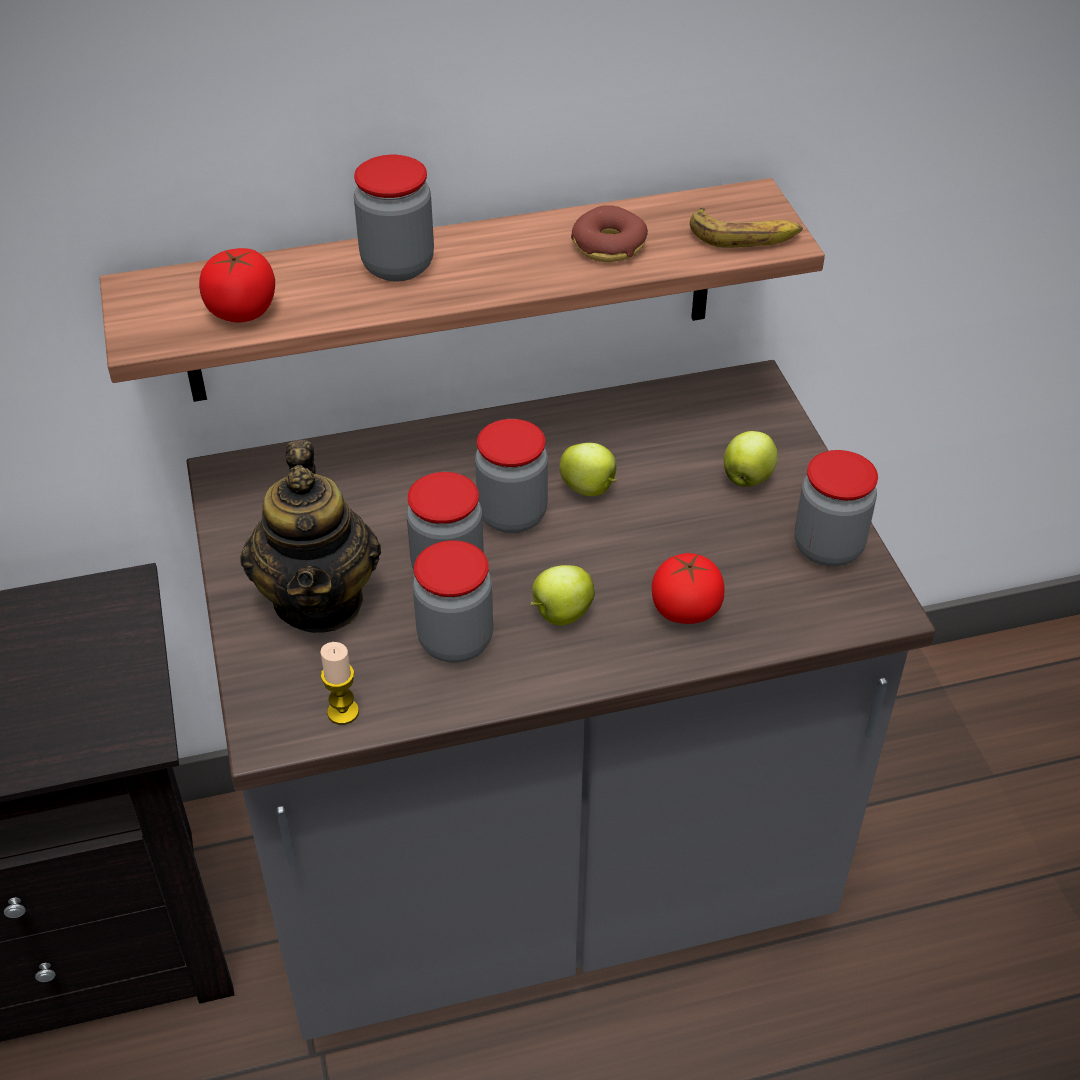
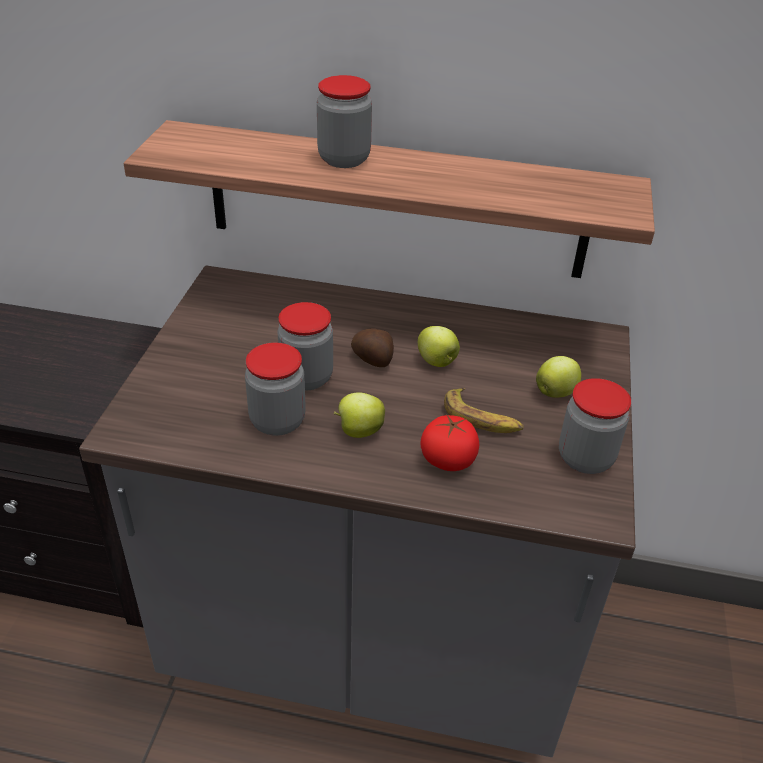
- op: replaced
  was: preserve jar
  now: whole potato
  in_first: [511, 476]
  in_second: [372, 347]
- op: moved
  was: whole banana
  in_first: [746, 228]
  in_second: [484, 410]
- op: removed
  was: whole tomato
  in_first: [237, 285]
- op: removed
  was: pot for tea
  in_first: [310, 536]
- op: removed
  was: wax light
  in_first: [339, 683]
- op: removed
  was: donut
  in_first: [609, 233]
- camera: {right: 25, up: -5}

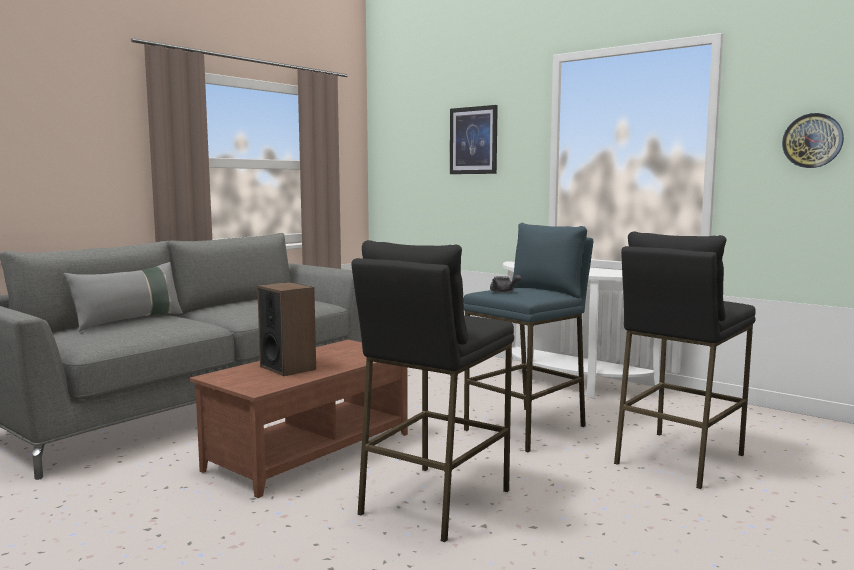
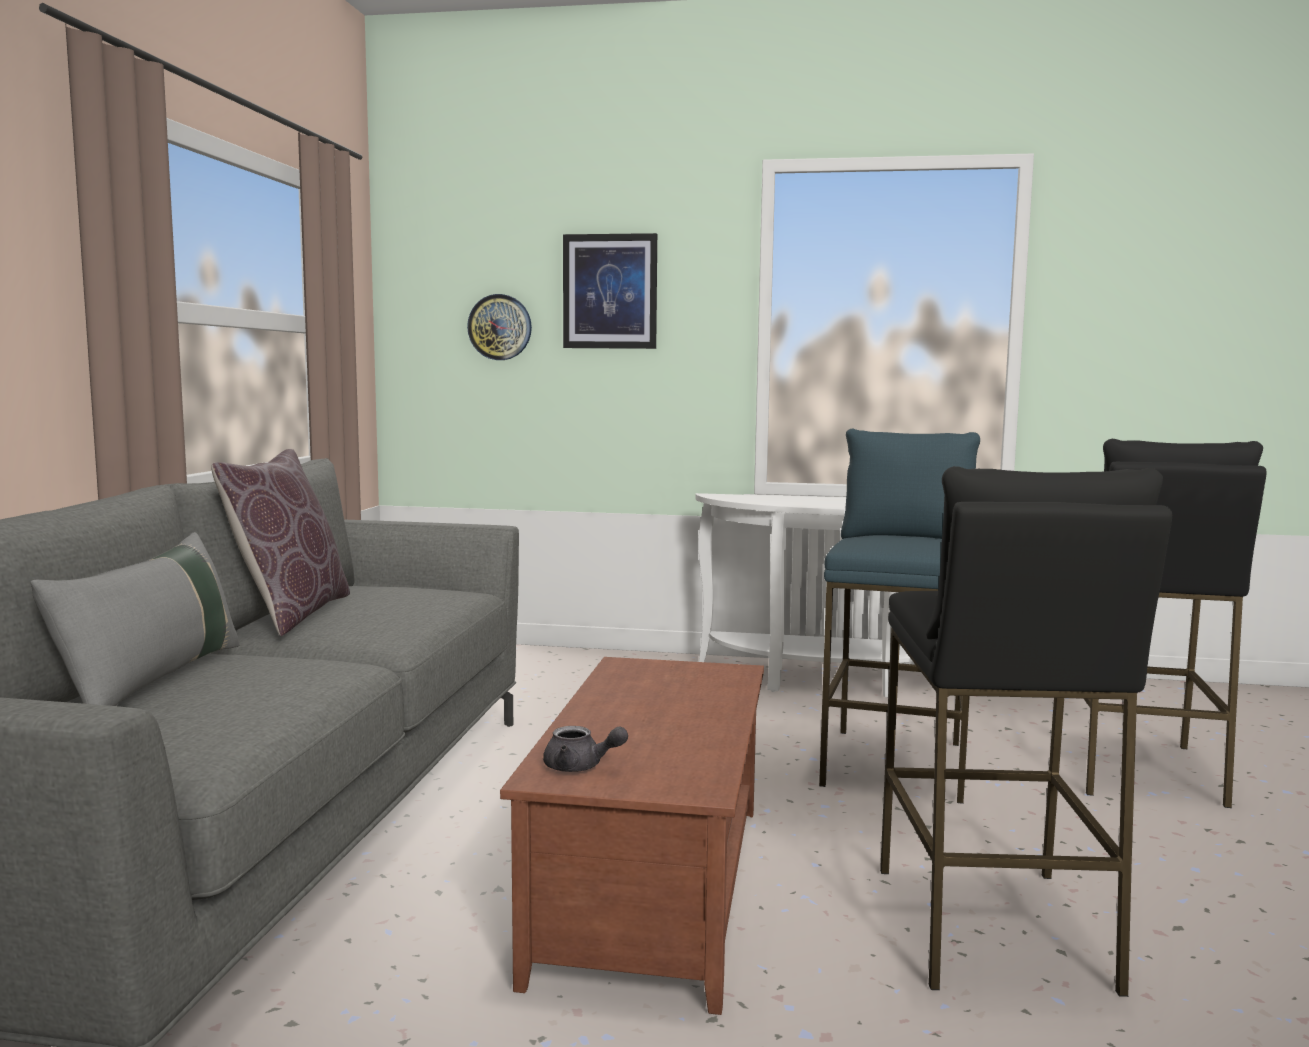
- op: added
  now: cushion (brownish)
  in_second: [280, 542]
- op: moved
  was: clock on the wall
  in_first: [813, 140]
  in_second: [499, 327]
- op: moved
  was: pot for tea (grey)
  in_first: [506, 284]
  in_second: [585, 749]
- op: removed
  was: audio speaker
  in_first: [286, 329]
- camera: {right: -30, up: 0}

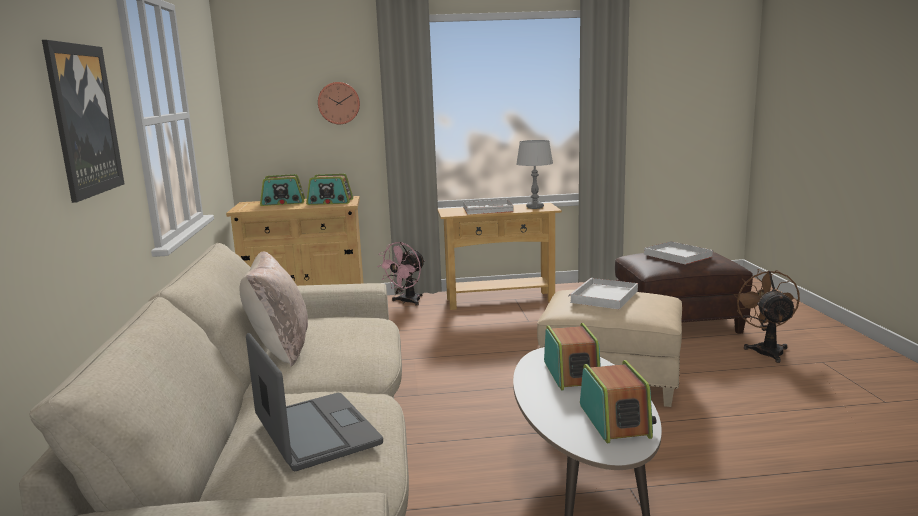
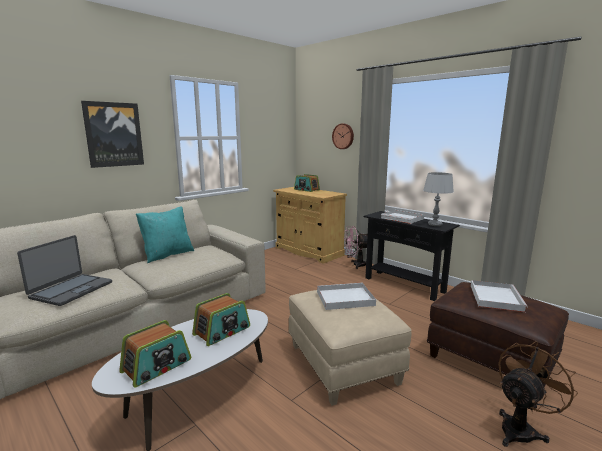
- op: recoloured
  was: cushion (beige-coloured)
  now: cushion (turquoise-coloured)
  in_first: [274, 309]
  in_second: [165, 234]
- op: recoloured
  was: narrow table (beige-coloured)
  now: narrow table (black)
  in_first: [499, 256]
  in_second: [412, 256]
- op: removed
  was: radio set
  in_first: [329, 189]
- camera: {right: 50, up: 0}

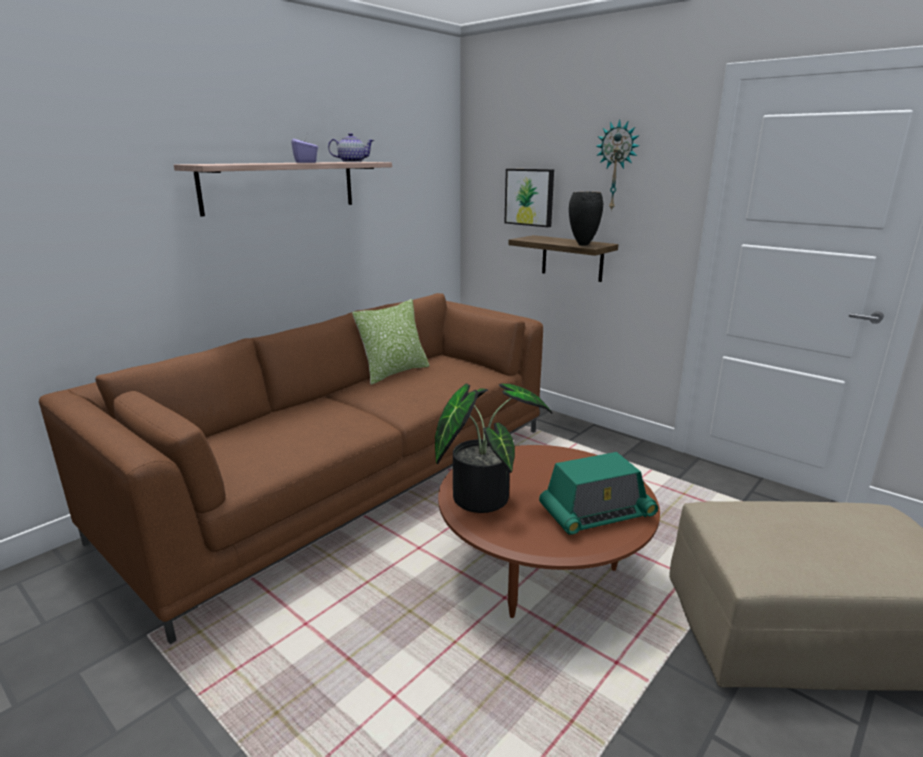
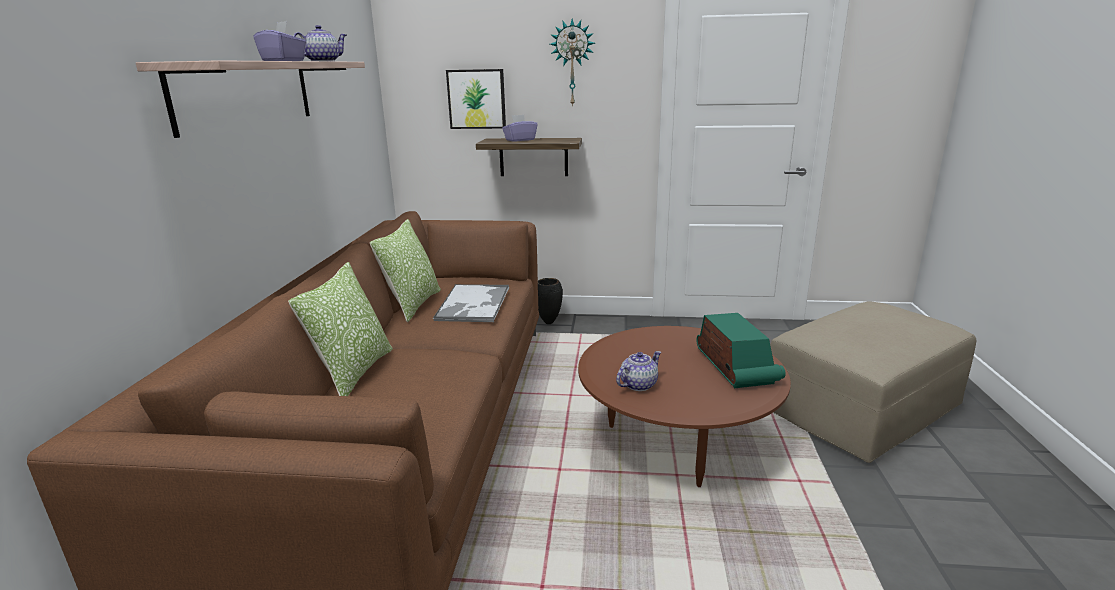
- op: added
  now: cushion
  in_second: [340, 329]
- op: added
  now: serving tray
  in_second: [471, 303]
- op: added
  now: box of tissues (purple)
  in_second: [520, 127]
- op: moved
  was: flower vase (black)
  in_first: [586, 219]
  in_second: [550, 301]
- op: replaced
  was: houseplant
  now: pot for tea
  in_first: [493, 448]
  in_second: [638, 371]
- op: turned
  was: radio set
  in_first: [598, 493]
  in_second: [741, 350]
  clockwise: -45
- camera: {right: -35, up: 0}

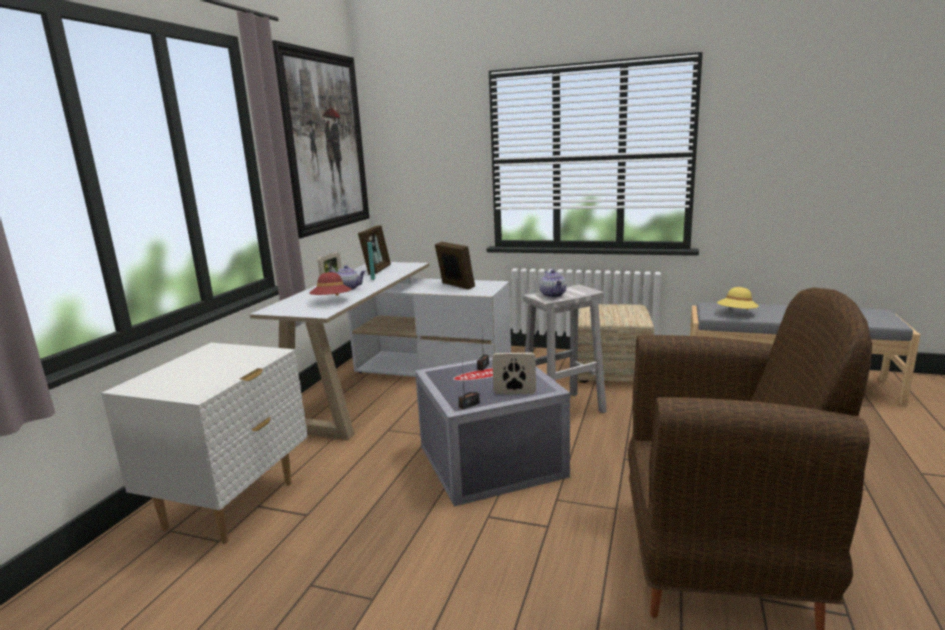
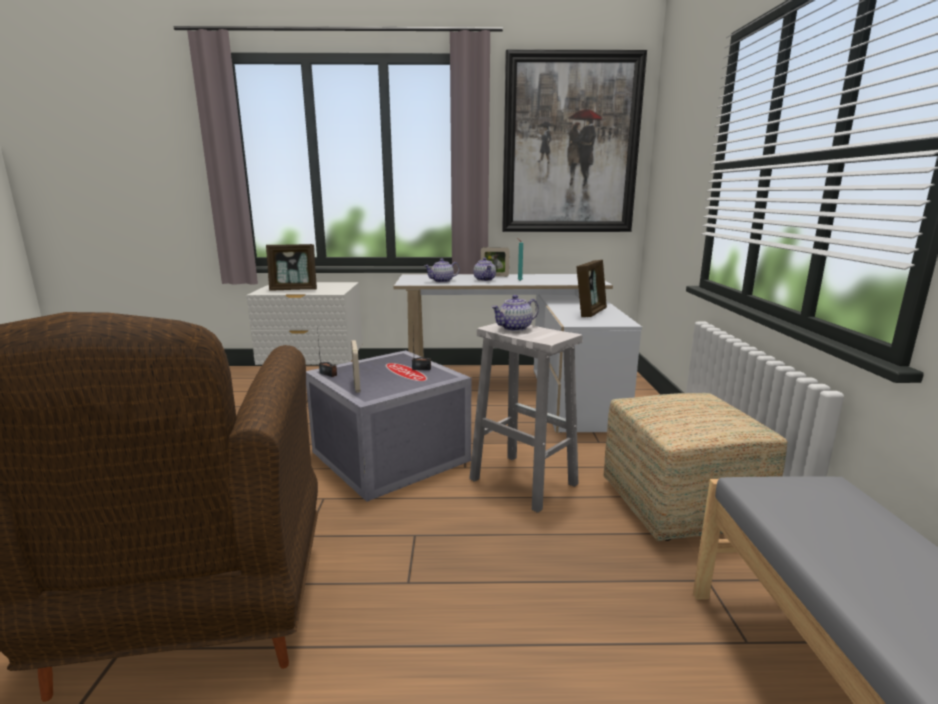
- op: moved
  was: picture frame
  in_first: [374, 250]
  in_second: [291, 267]
- op: replaced
  was: clothing hat (red)
  now: pot for tea
  in_first: [330, 284]
  in_second: [442, 270]
- op: removed
  was: clothing hat (yellowish)
  in_first: [738, 298]
- camera: {right: 70, up: 0}

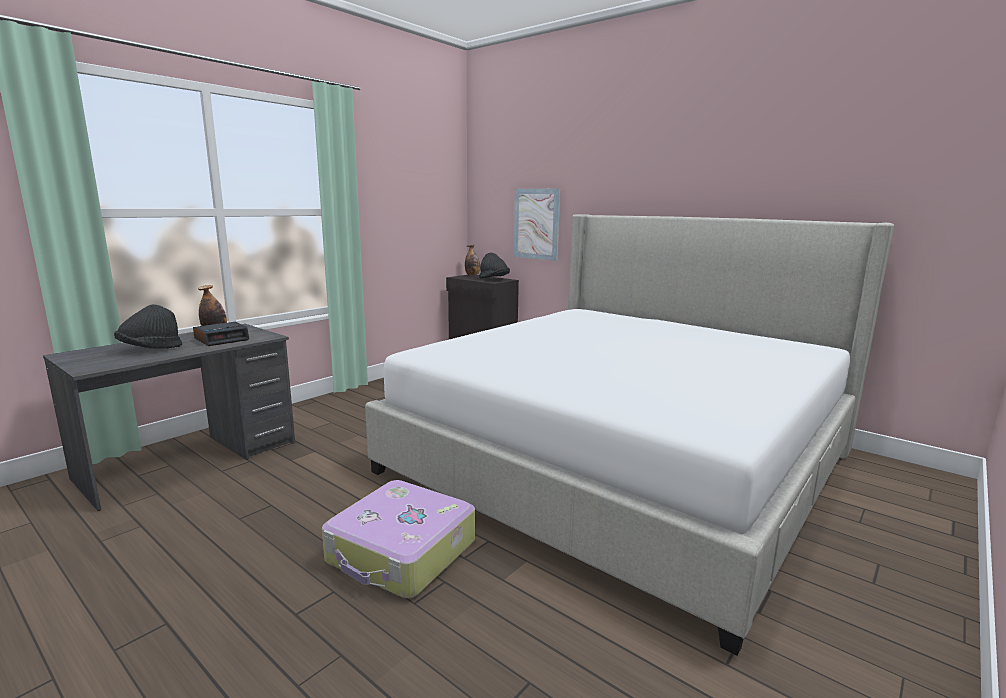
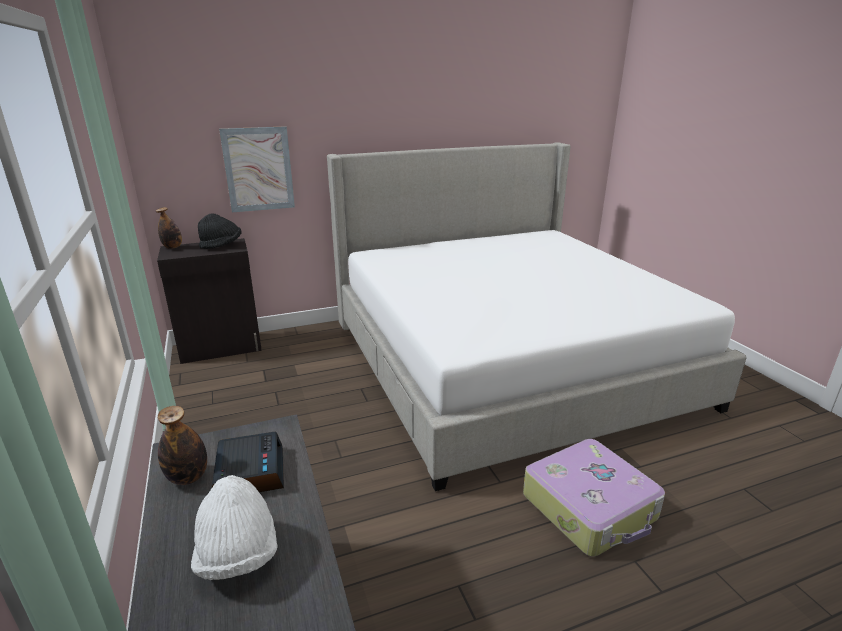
- op: recoloured
  was: clothing hat (black)
  now: clothing hat (whitish)
  in_first: [148, 326]
  in_second: [234, 527]
- camera: {right: -60, up: 10}

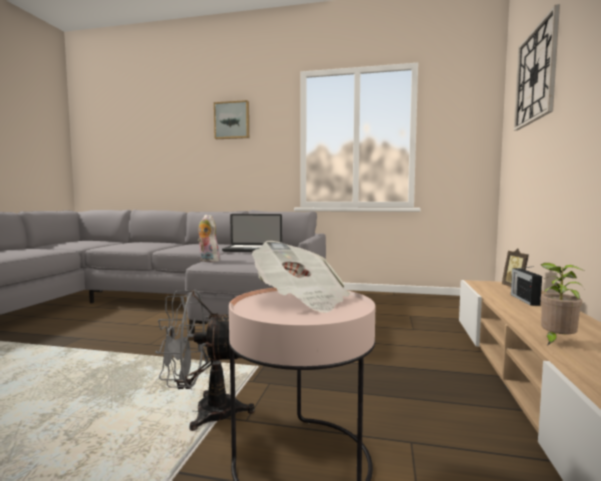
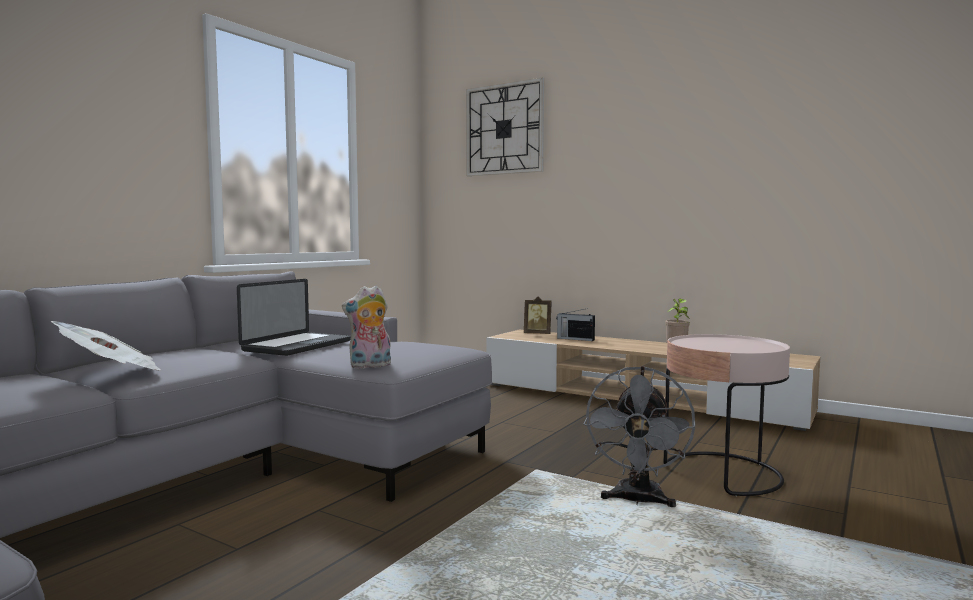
- op: moved
  was: printed paper
  in_first: [301, 277]
  in_second: [106, 346]
- op: removed
  was: wall picture
  in_first: [231, 119]
- camera: {right: -70, up: 0}

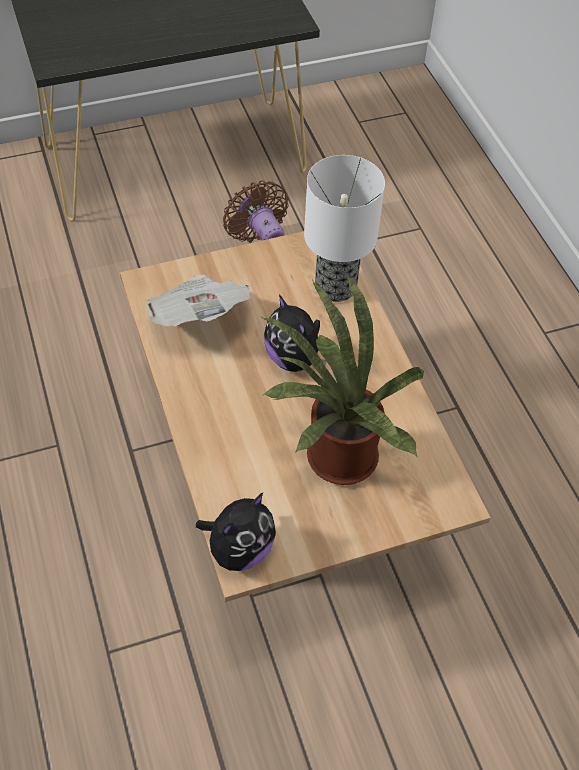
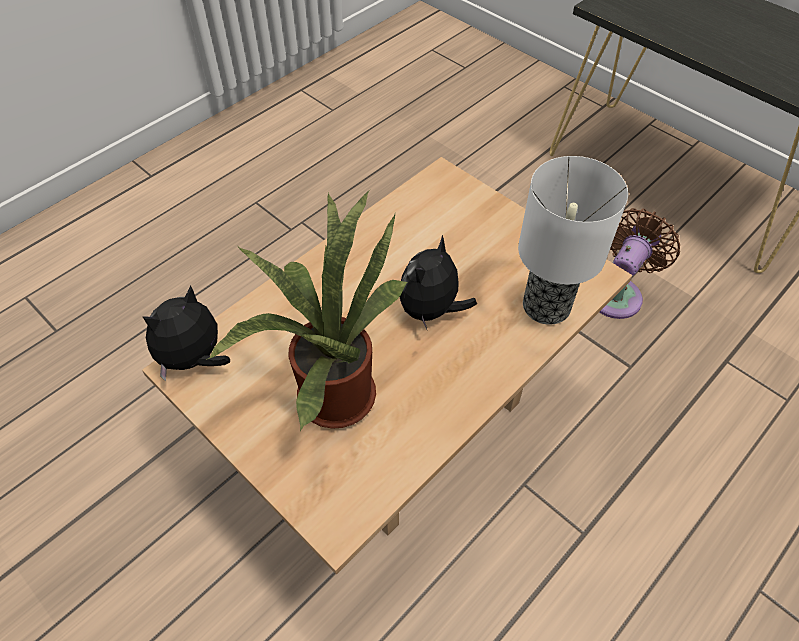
- op: turned
  was: cuddly toy
  in_first: [236, 532]
  in_second: [186, 333]
  clockwise: 120
- op: removed
  was: printed paper
  in_first: [198, 300]
- camera: {right: 65, up: 0}

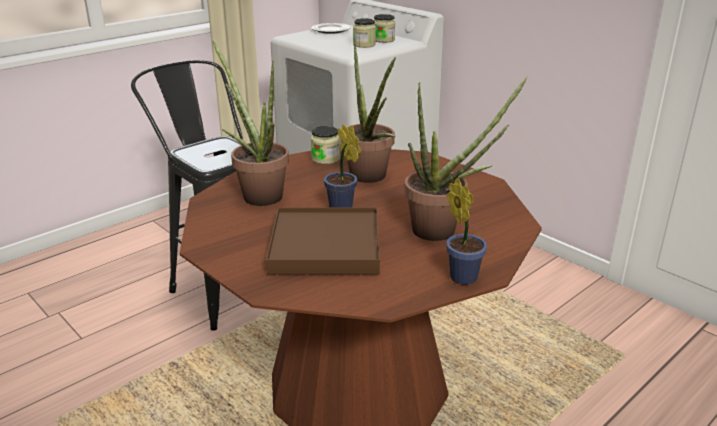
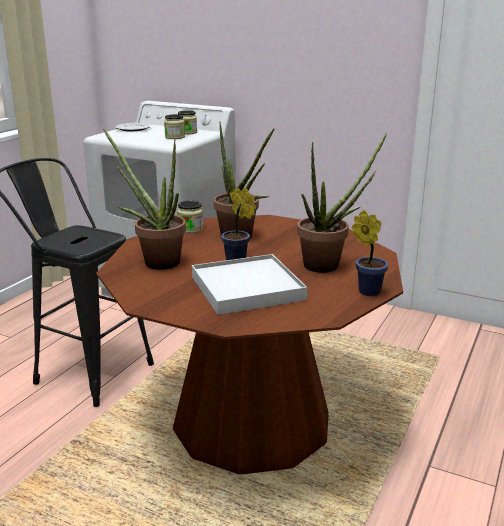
- op: recoloured
  was: serving tray (brownish)
  now: serving tray (whitish)
  in_first: [323, 241]
  in_second: [249, 284]
- camera: {right: -20, up: -5}

